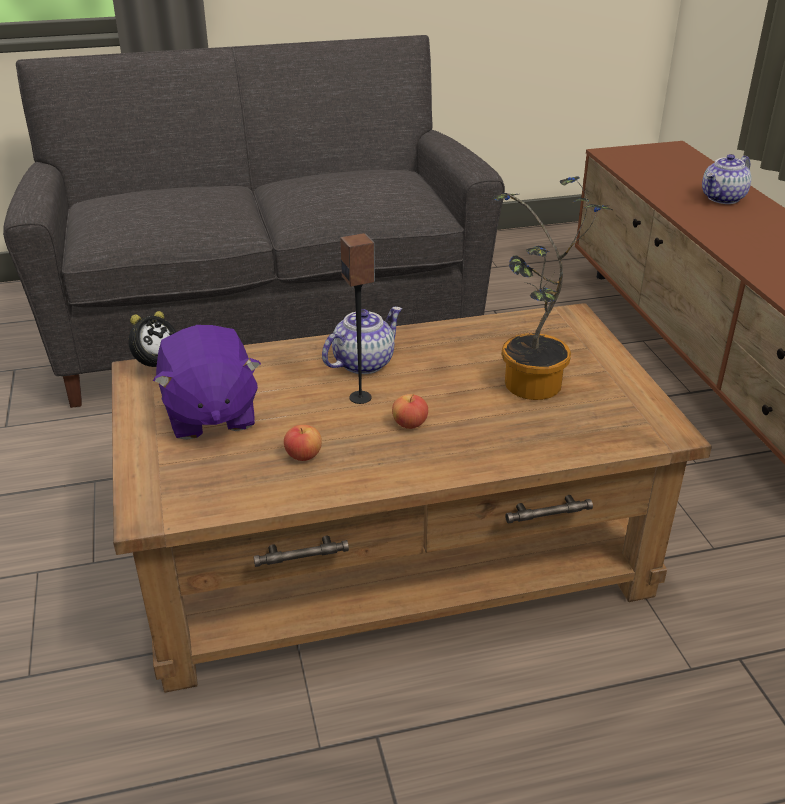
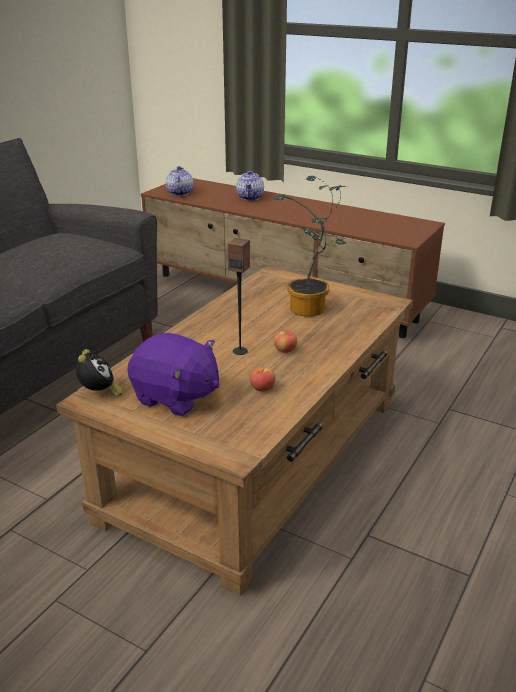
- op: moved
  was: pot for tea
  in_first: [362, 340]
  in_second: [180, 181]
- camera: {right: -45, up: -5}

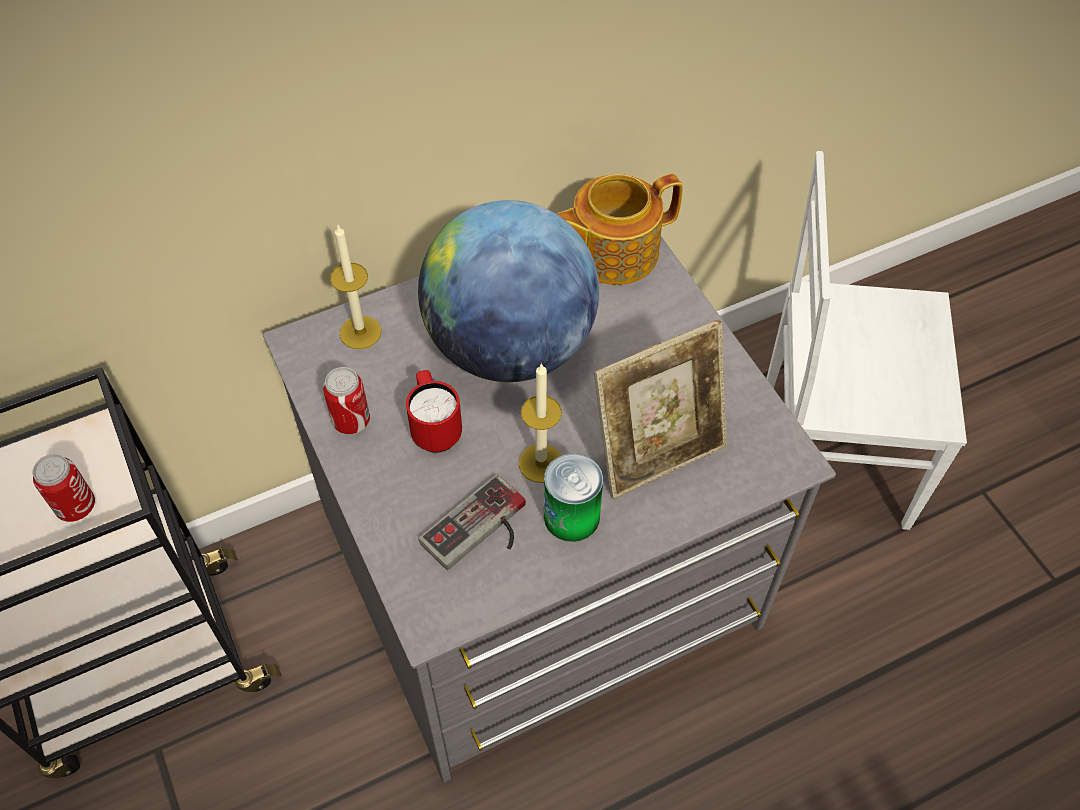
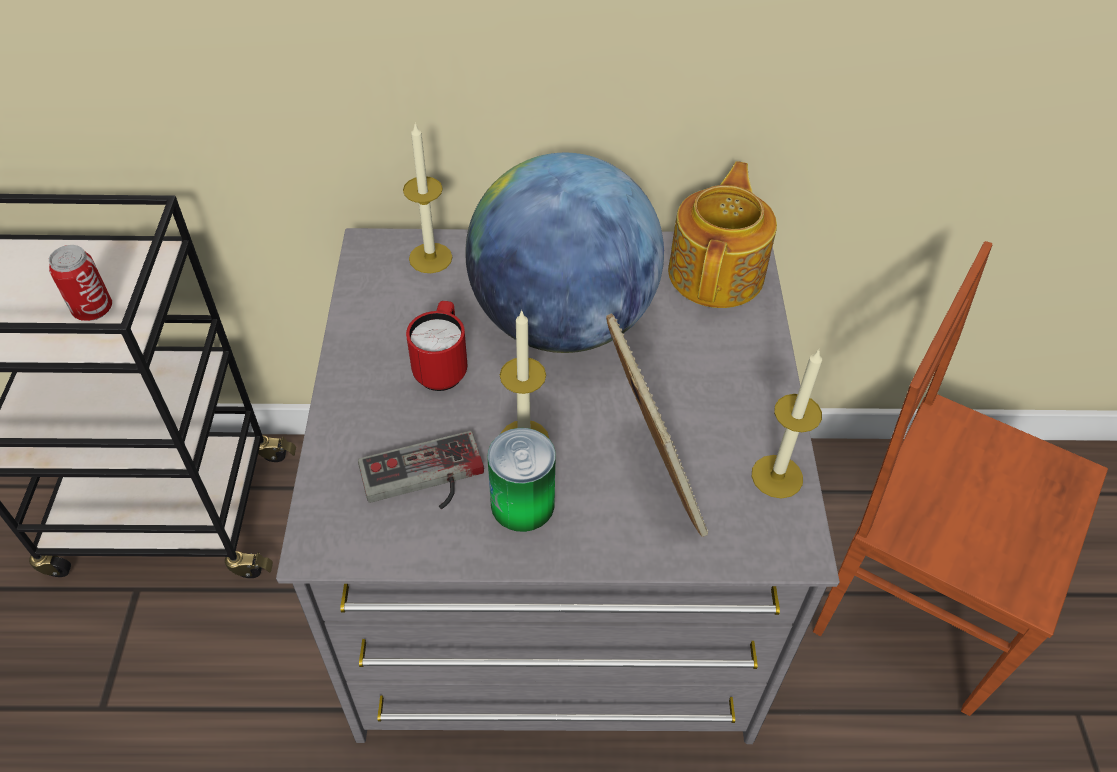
- op: turned
  was: picture frame
  in_first: [660, 409]
  in_second: [657, 425]
  clockwise: -105
- op: turned
  was: pot for tea
  in_first: [620, 229]
  in_second: [722, 234]
  clockwise: 105
- op: added
  now: wax light
  in_second: [787, 424]
- op: recoloured
  was: chair (whitish)
  now: chair (brownish)
  in_first: [866, 340]
  in_second: [960, 478]
- op: removed
  was: can
  in_first: [346, 400]
- camera: {right: 25, up: -5}

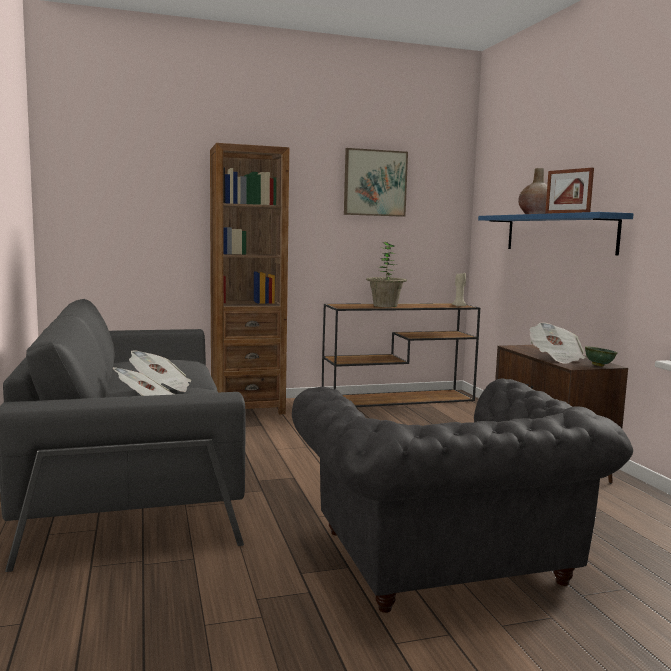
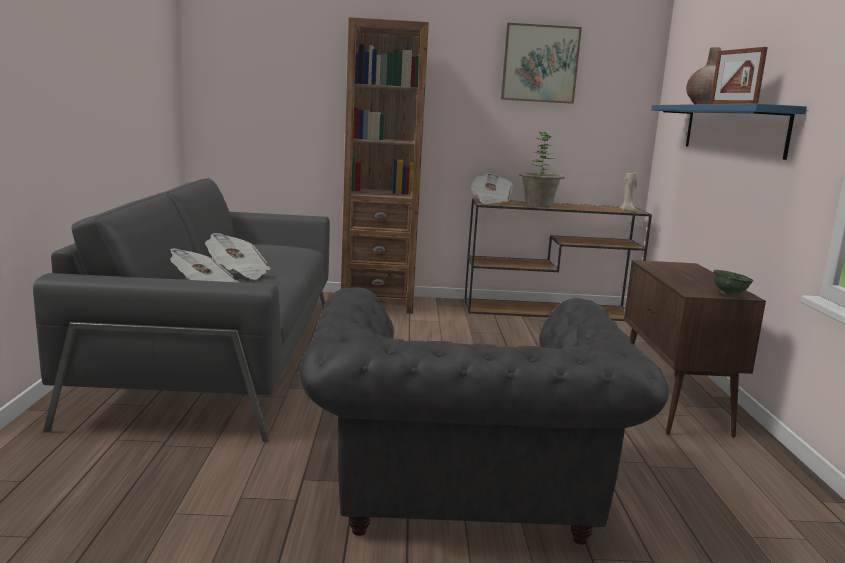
- op: moved
  was: printed paper
  in_first: [557, 343]
  in_second: [492, 188]
- camera: {right: 15, up: 5}

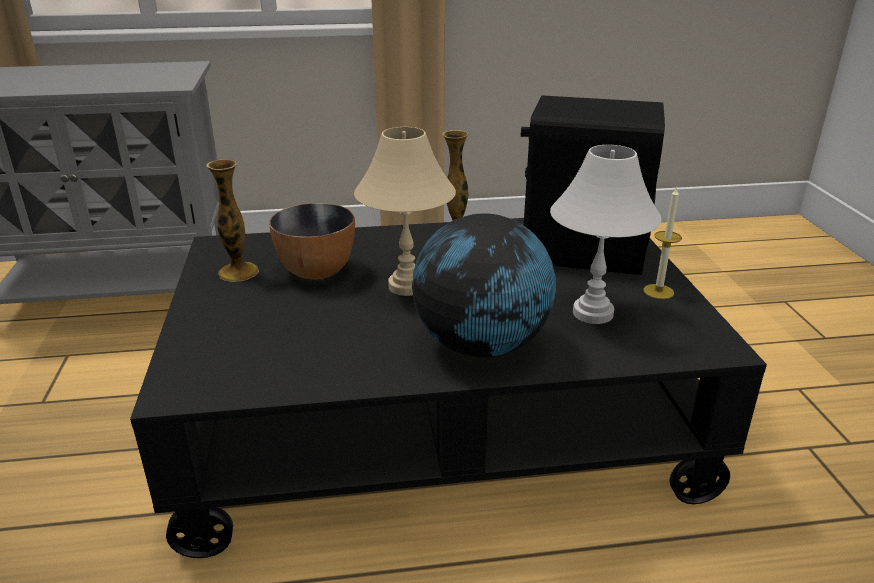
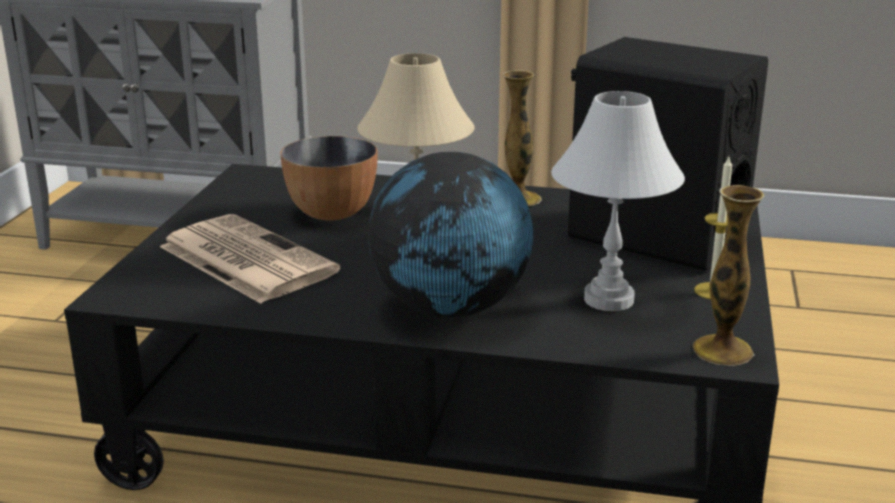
- op: added
  now: printed paper
  in_second: [250, 259]
- op: moved
  was: flower vase
  in_first: [232, 220]
  in_second: [729, 275]
- camera: {right: 20, up: -5}

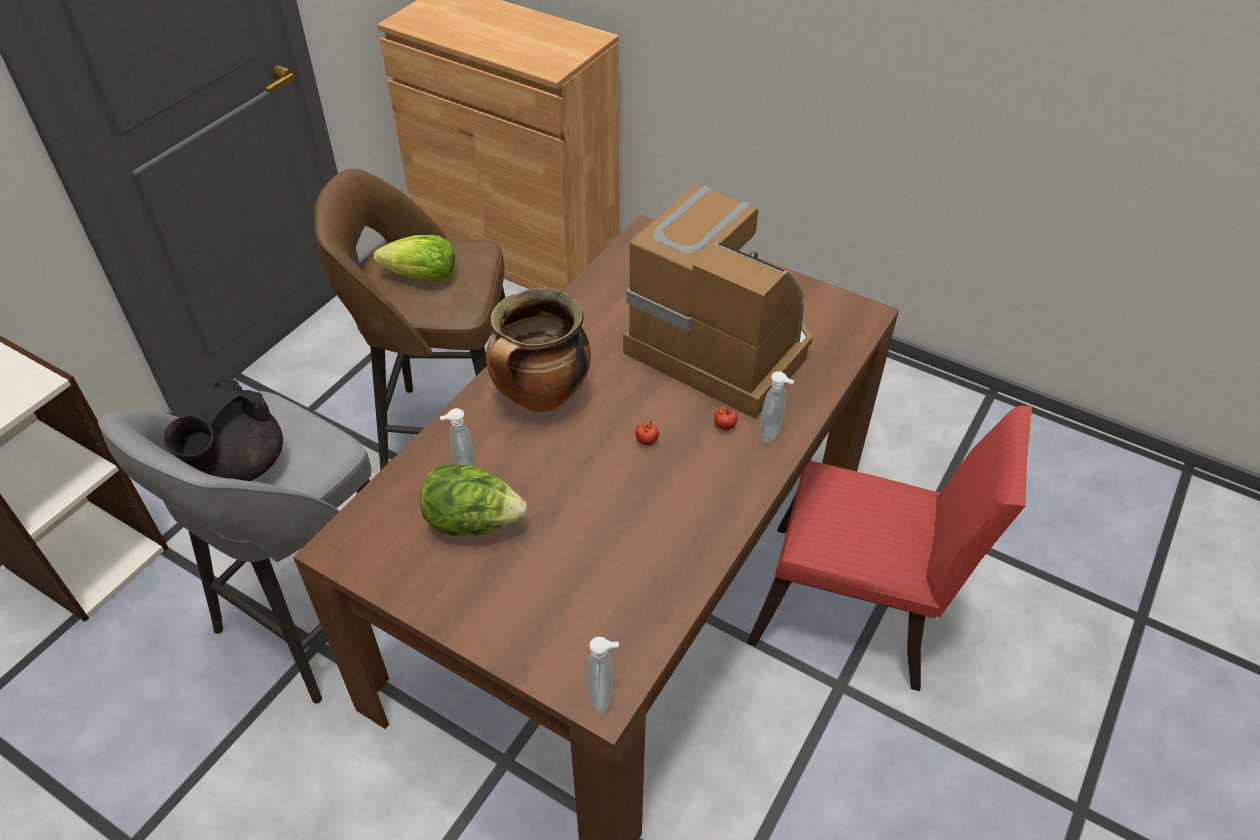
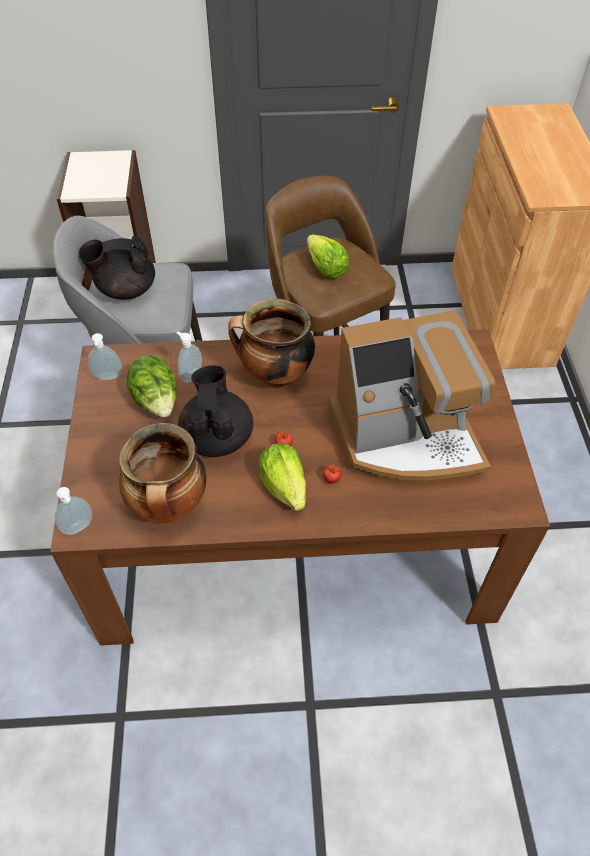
- op: moved
  was: soap dispenser
  in_first: [777, 407]
  in_second: [105, 356]
- op: added
  now: saucepot
  in_second: [162, 473]
- op: added
  now: pot for tea (black)
  in_second: [215, 411]
- op: added
  now: head of lettuce
  in_second: [282, 477]
- op: turned
  was: coffee brewer
  in_first: [718, 301]
  in_second: [411, 397]
  clockwise: 75
- op: removed
  was: chair (red)
  in_first: [889, 548]
- camera: {right: 55, up: 5}

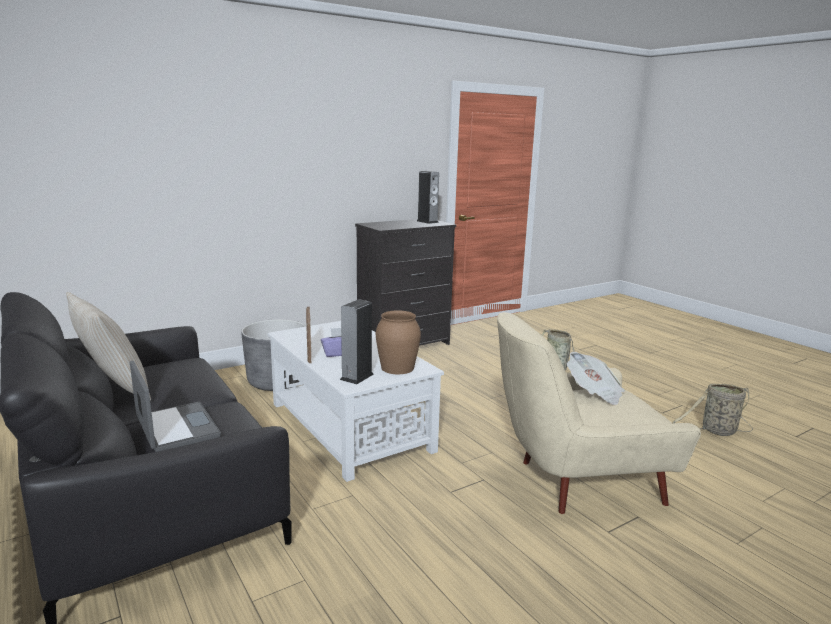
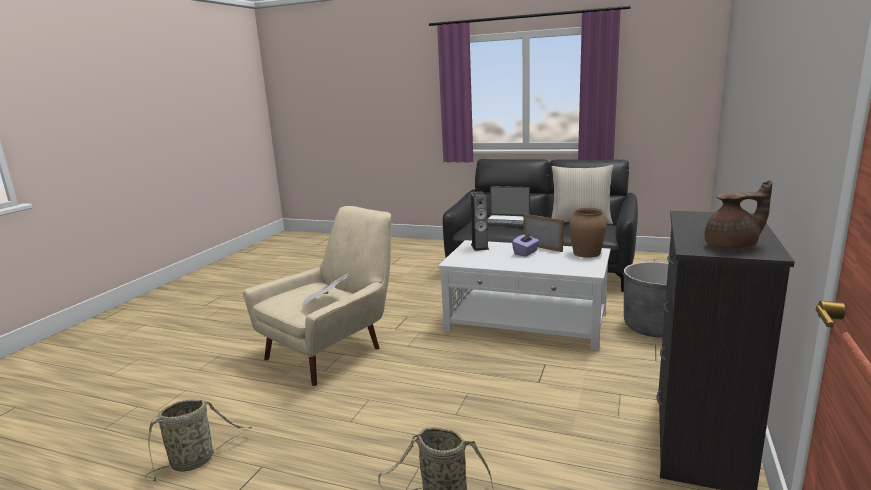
- op: moved
  was: flower vase (brownish)
  in_first: [398, 342]
  in_second: [588, 233]
- op: replaced
  was: audio speaker
  now: pot for tea (brownish)
  in_first: [428, 197]
  in_second: [738, 214]
- camera: {right: 145, up: 0}

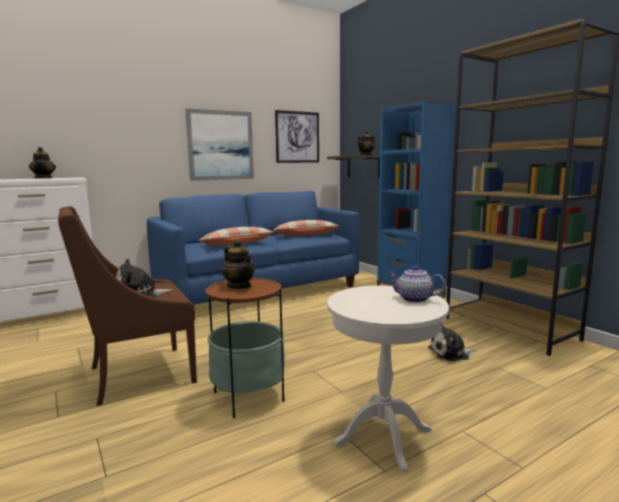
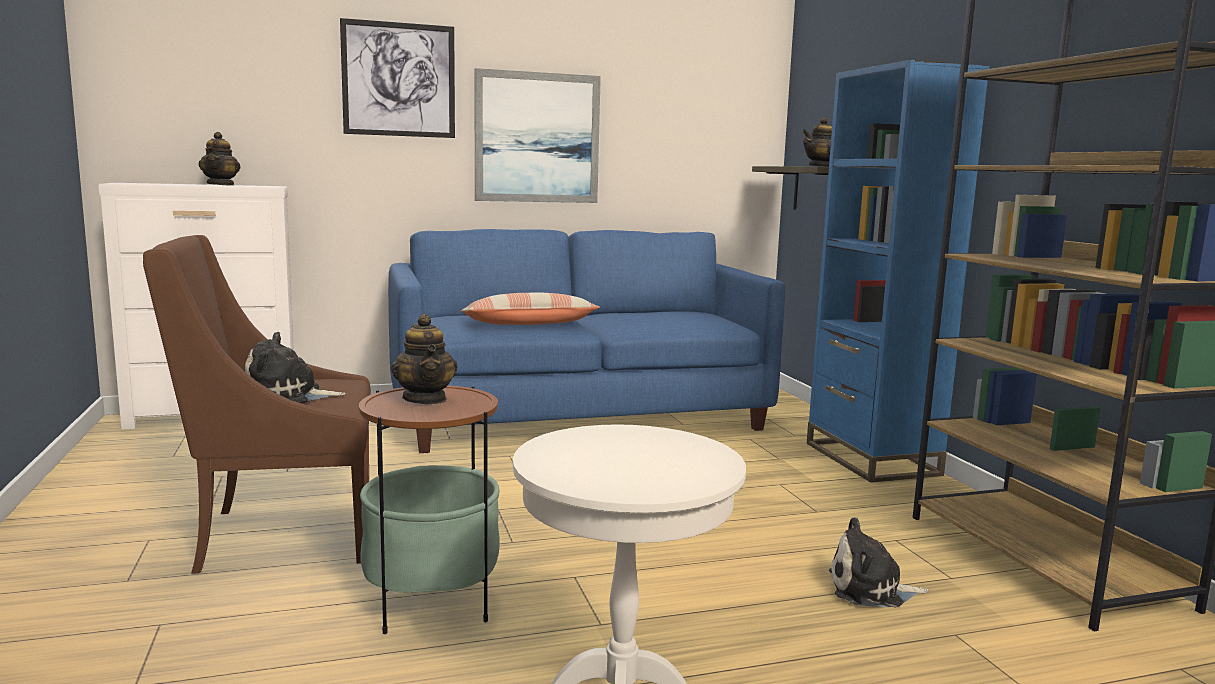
- op: moved
  was: wall picture
  in_first: [297, 136]
  in_second: [397, 78]
- op: removed
  was: cushion
  in_first: [306, 228]
- op: removed
  was: pot for tea
  in_first: [416, 284]
- camera: {right: 15, up: 0}

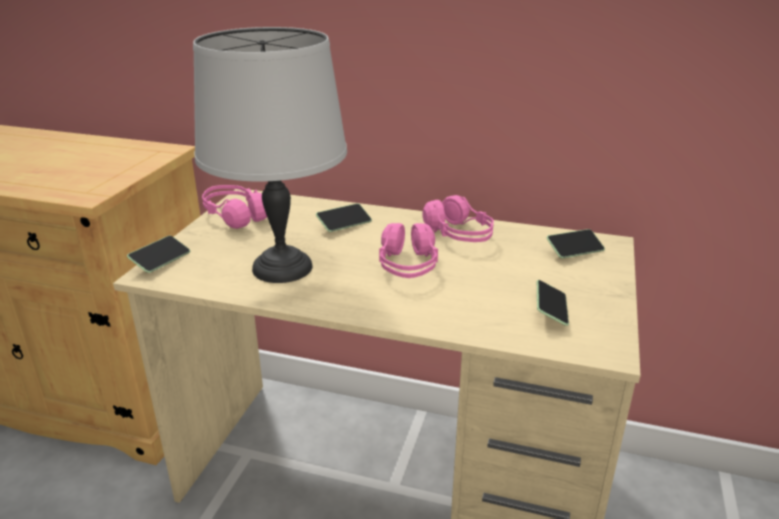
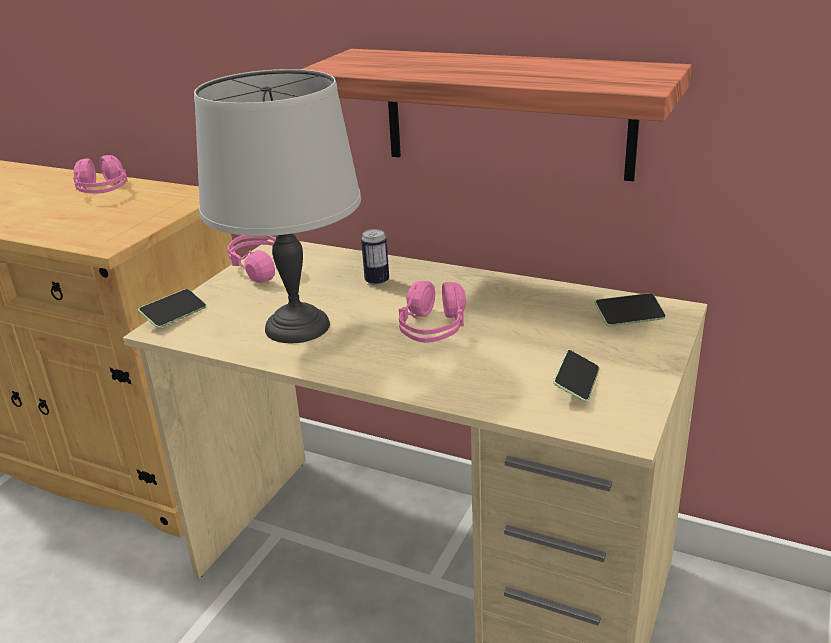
- op: moved
  was: headphones (pinkish)
  in_first: [458, 218]
  in_second: [100, 174]
- op: added
  now: wall shelf
  in_second: [497, 115]
- op: replaced
  was: phone
  now: can
  in_first: [344, 217]
  in_second: [375, 257]
- camera: {right: 10, up: 0}

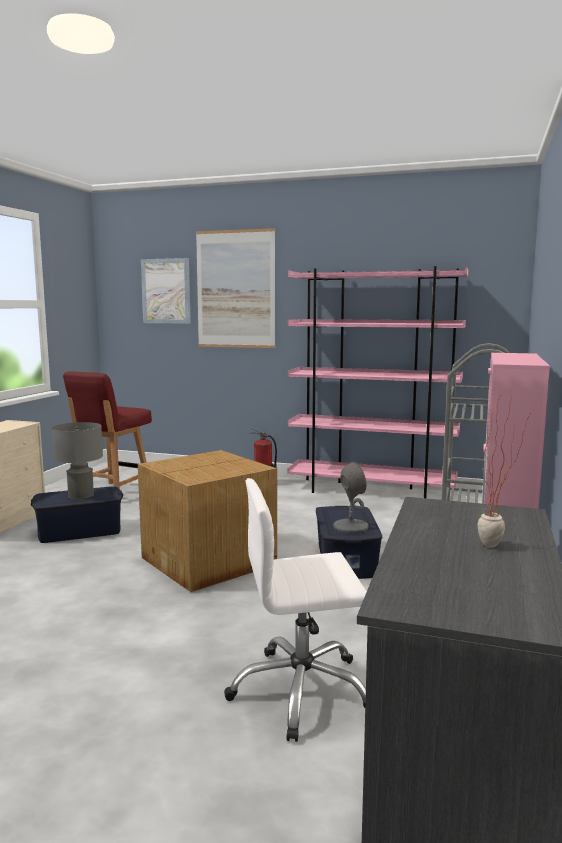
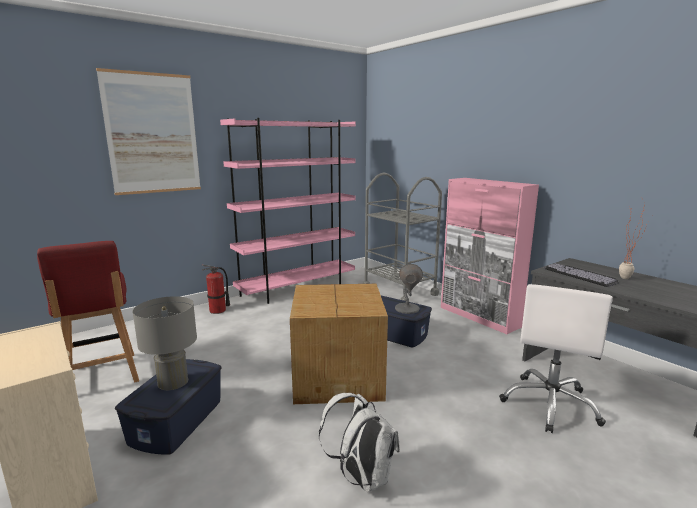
- op: added
  now: knapsack (whitish)
  in_second: [359, 442]
- op: added
  now: PC keyboard
  in_second: [581, 275]
- op: removed
  was: wall picture
  in_first: [166, 291]
- camera: {right: -55, up: 5}

